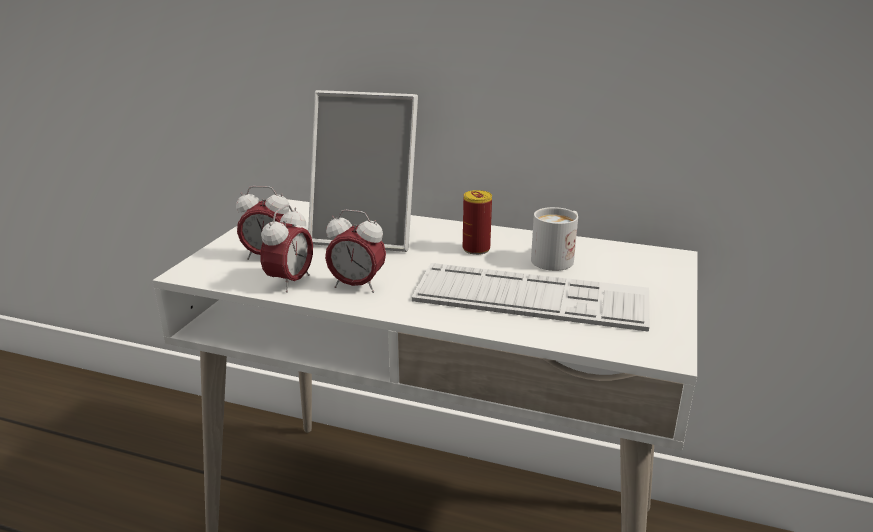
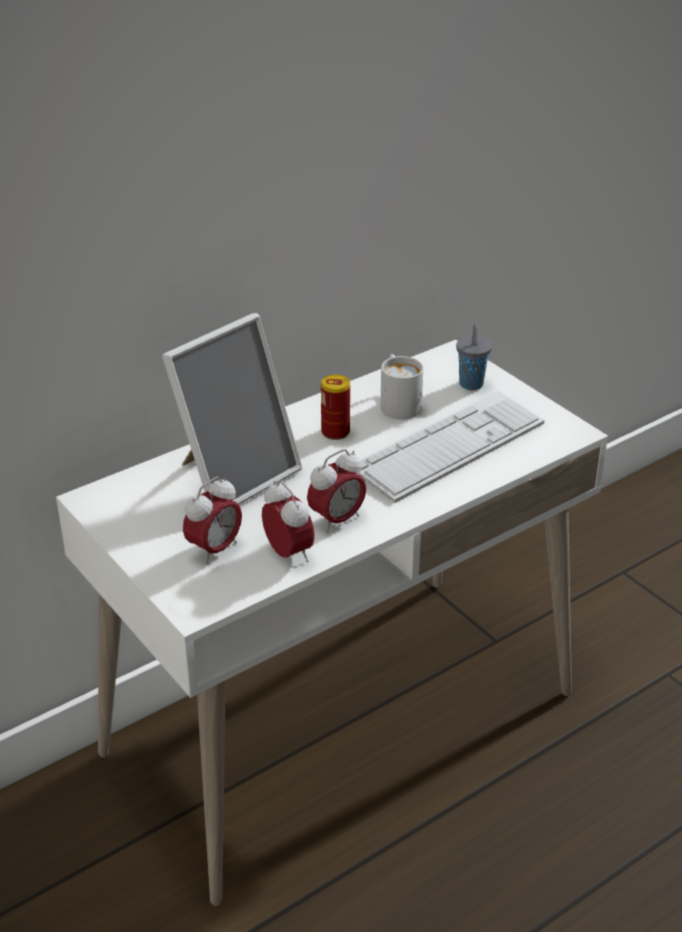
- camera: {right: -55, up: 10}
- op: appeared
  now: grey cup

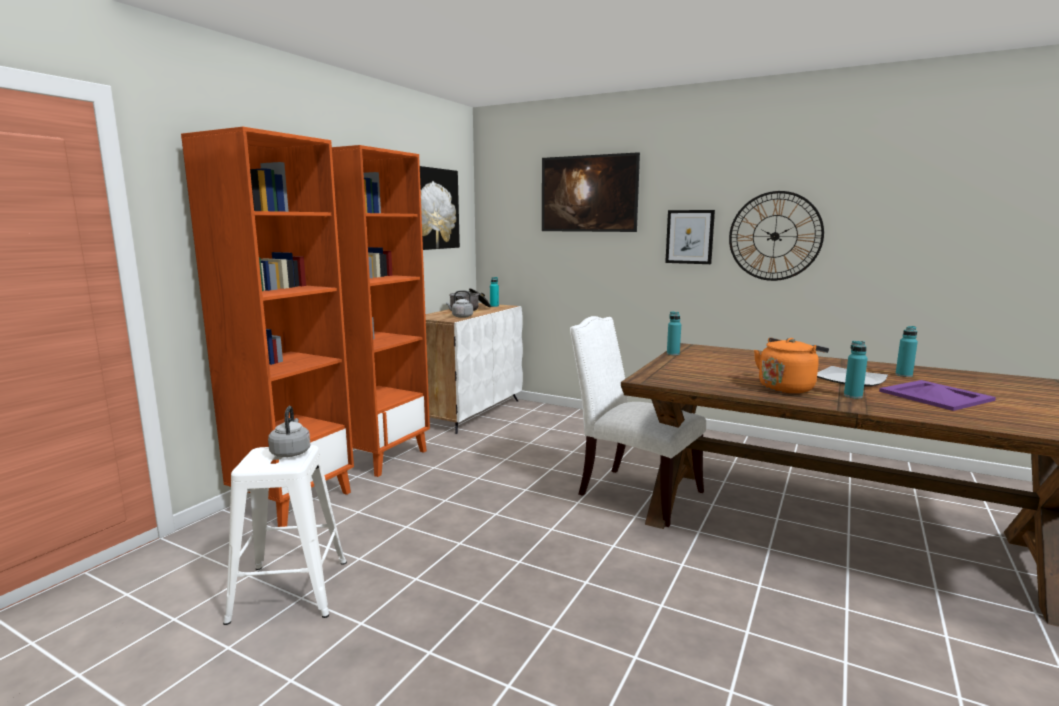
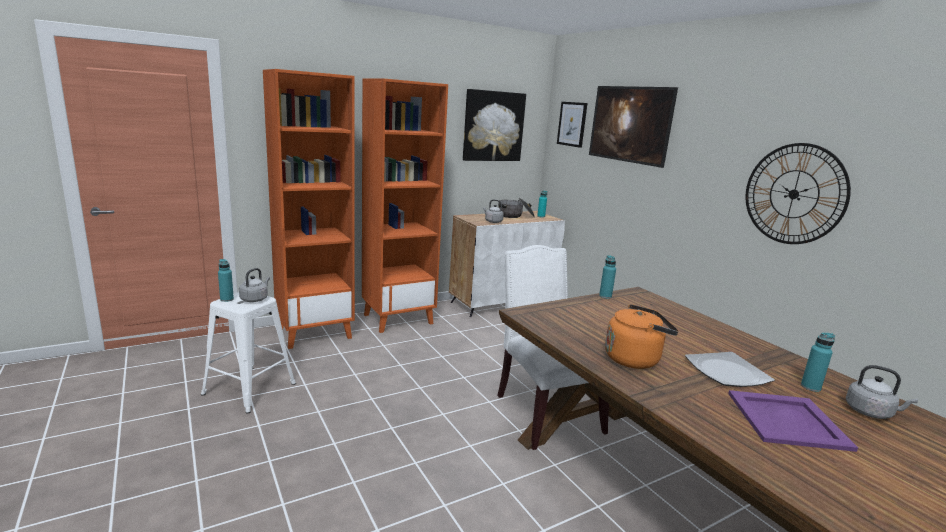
- camera: {right: 30, up: 5}
- op: relocated
  was: turquoise bottle (no. 3 from left in the first image)
  now: turquoise bottle (no. 1 from left)
- op: relocated
  was: picture (no. 3 from left in the first image)
  now: picture (no. 2 from left)
- op: appeared
  now: grey kettle (no. 3 from left)

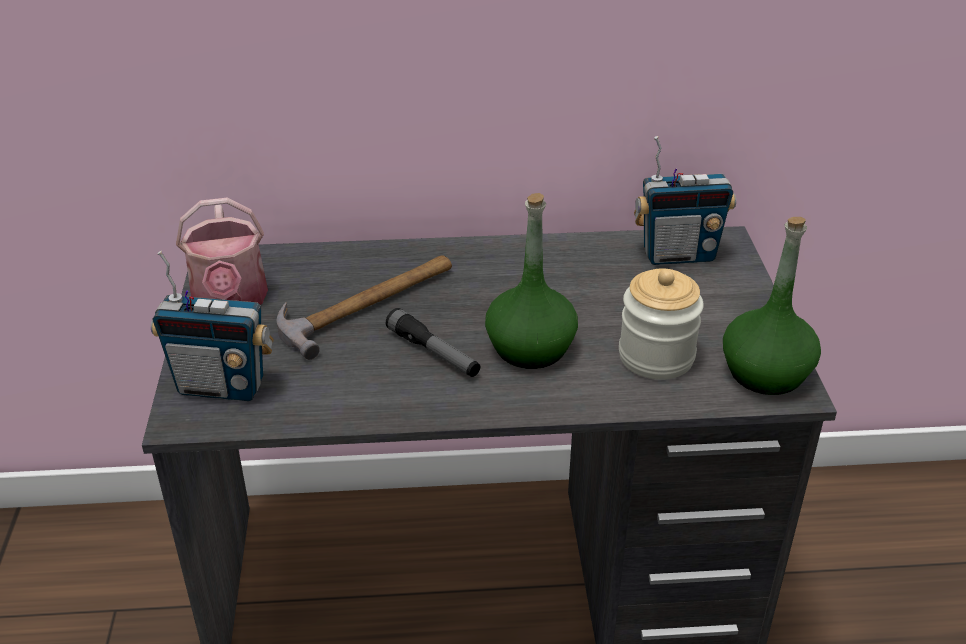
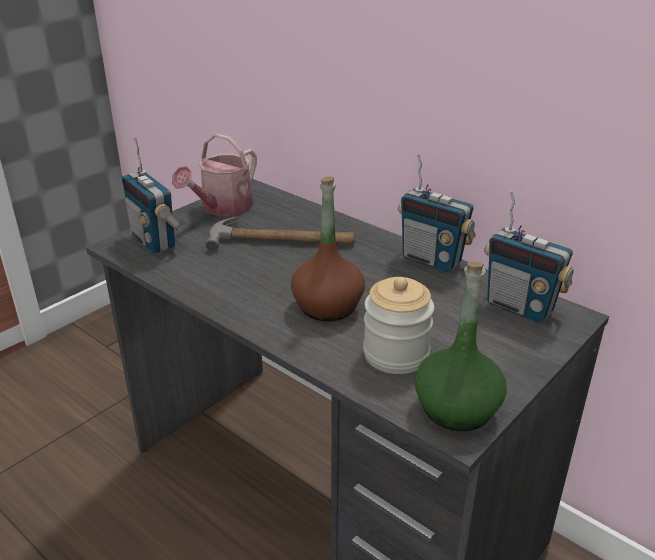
- camera: {right: 45, up: -5}
- op: colour
  was: green bottle (no. 1 from left)
  now: brown bottle
- op: appeared
  now: radio (no. 2 from left)
- op: missing
  was: flashlight

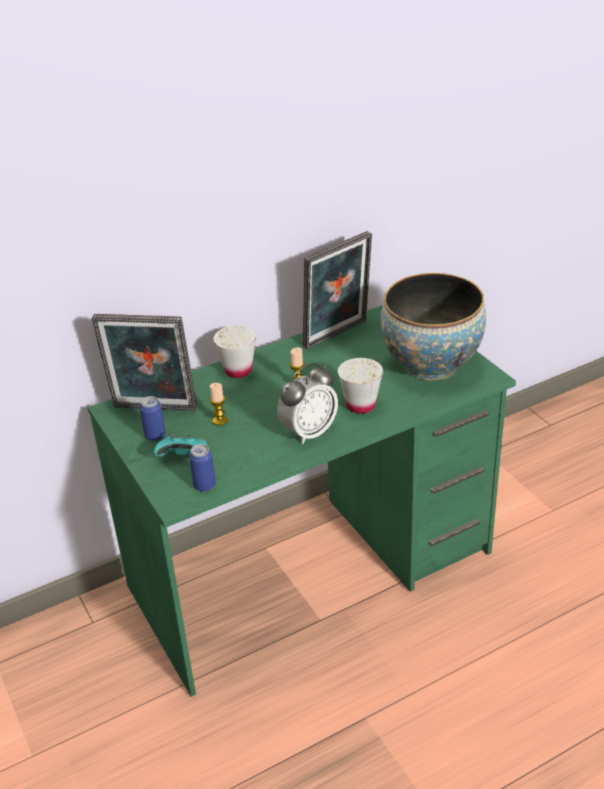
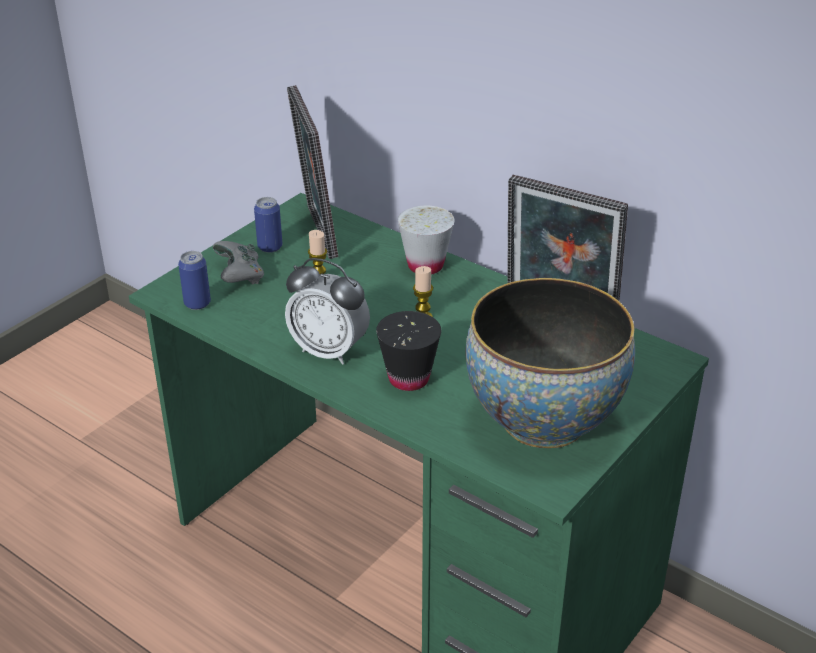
- camera: {right: 65, up: 0}
- op: colour
  was: turquoise game controller
  now: grey game controller
- op: colour
  was: white cup (no. 2 from left)
  now: black cup

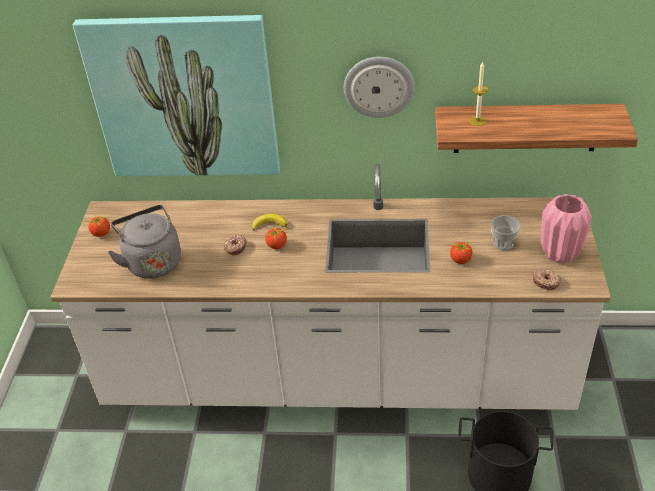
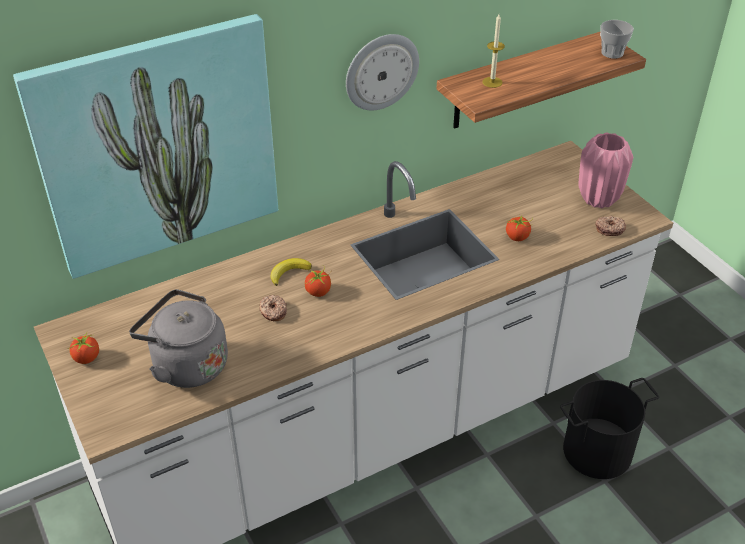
- camera: {right: -35, up: 0}
- op: relocated
  was: cup

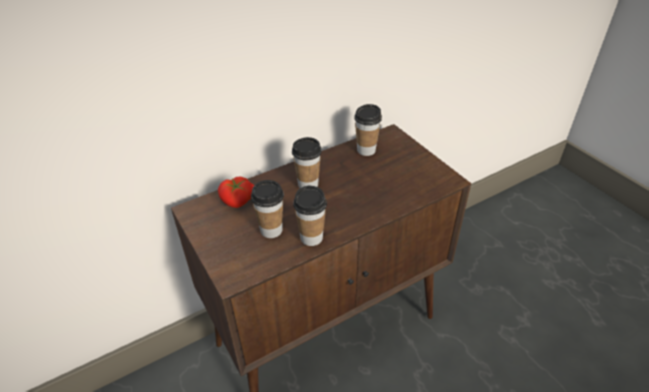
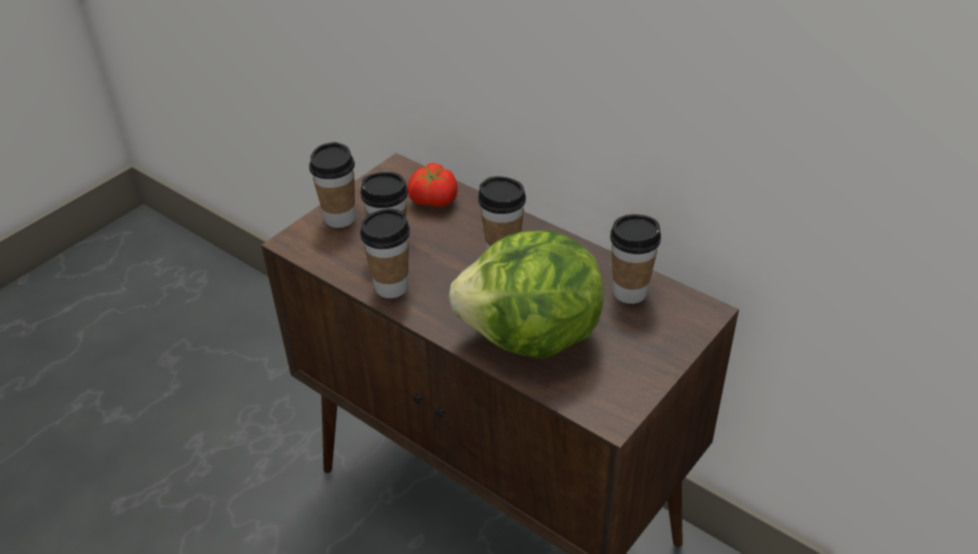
- camera: {right: 70, up: 0}
- op: appeared
  now: cup (no. 1 from left)
- op: appeared
  now: lettuce

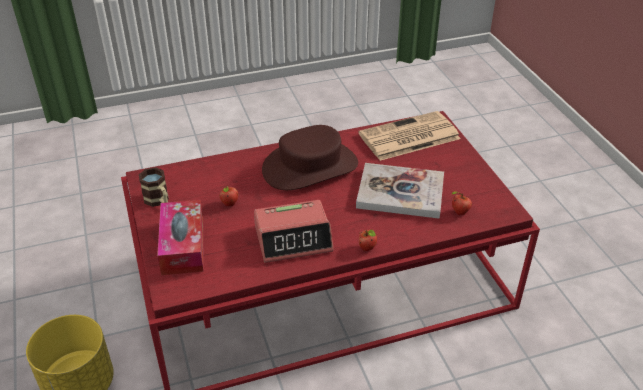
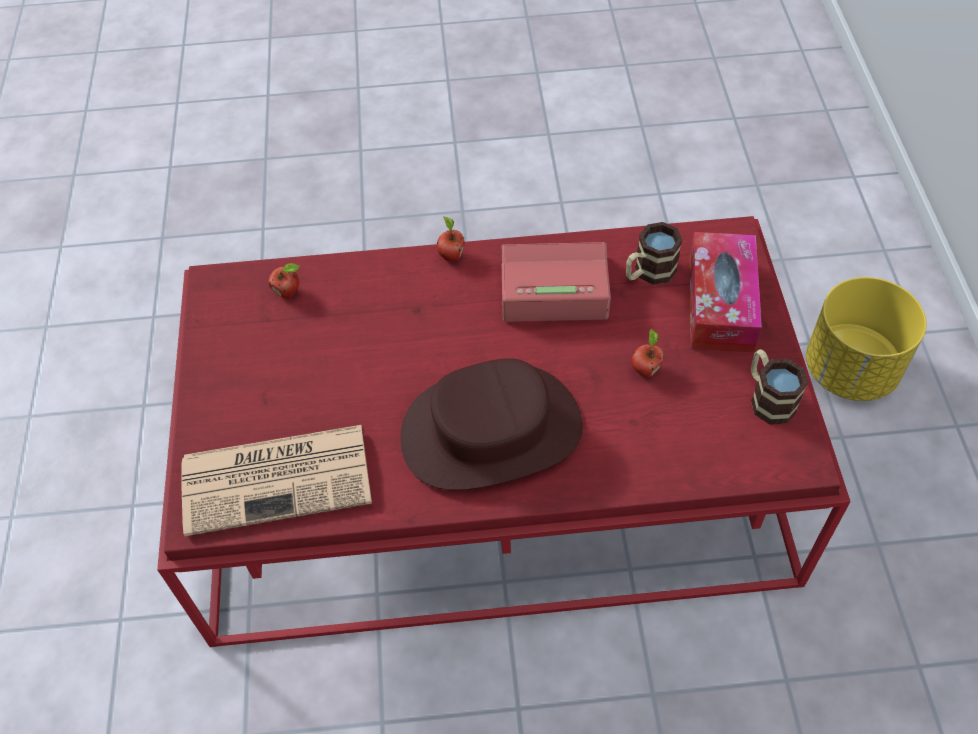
- camera: {right: -165, up: 15}
- op: appeared
  now: mug (no. 1 from left)
- op: missing
  was: book

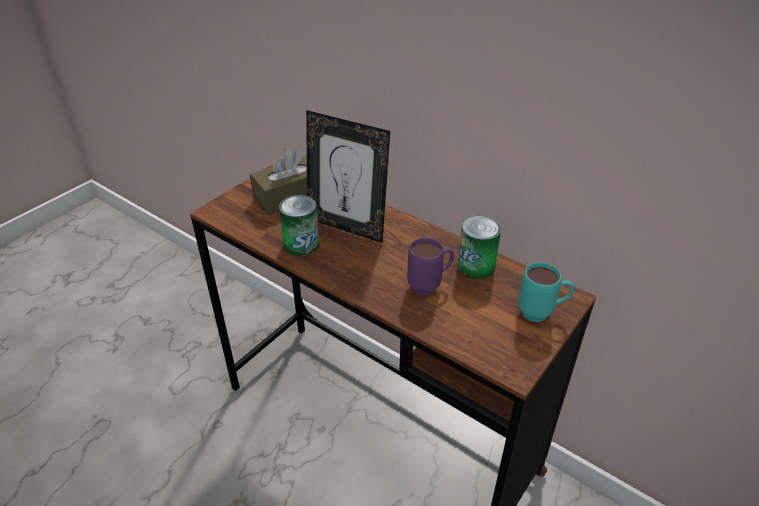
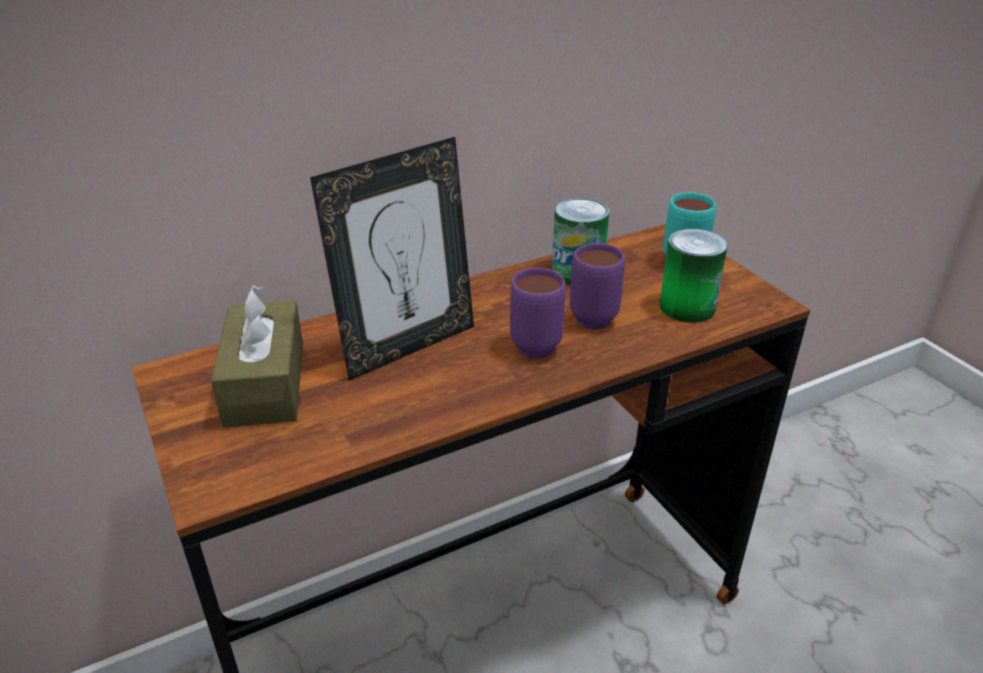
- camera: {right: -65, up: -5}
- op: appeared
  now: purple mug (no. 1 from left)
- op: relocated
  was: can (no. 1 from left in the first image)
  now: can (no. 2 from left)

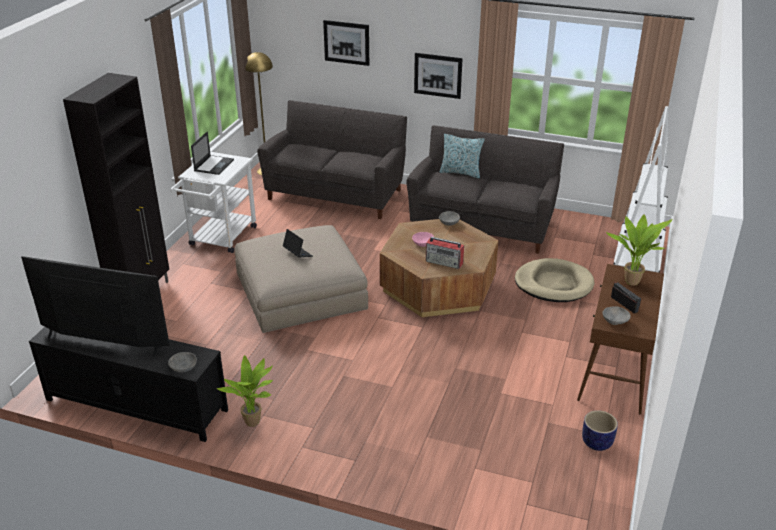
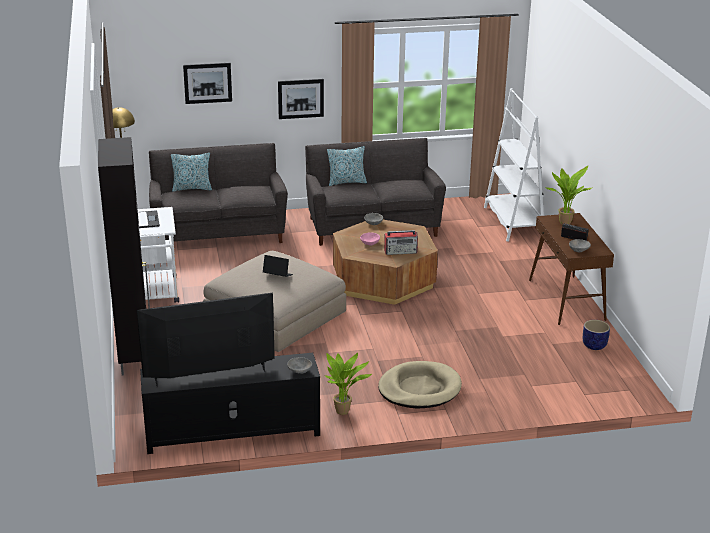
- camera: {right: -30, up: -5}
- op: appeared
  now: pillow (no. 1 from left)
- op: relocated
  was: beige dog bed

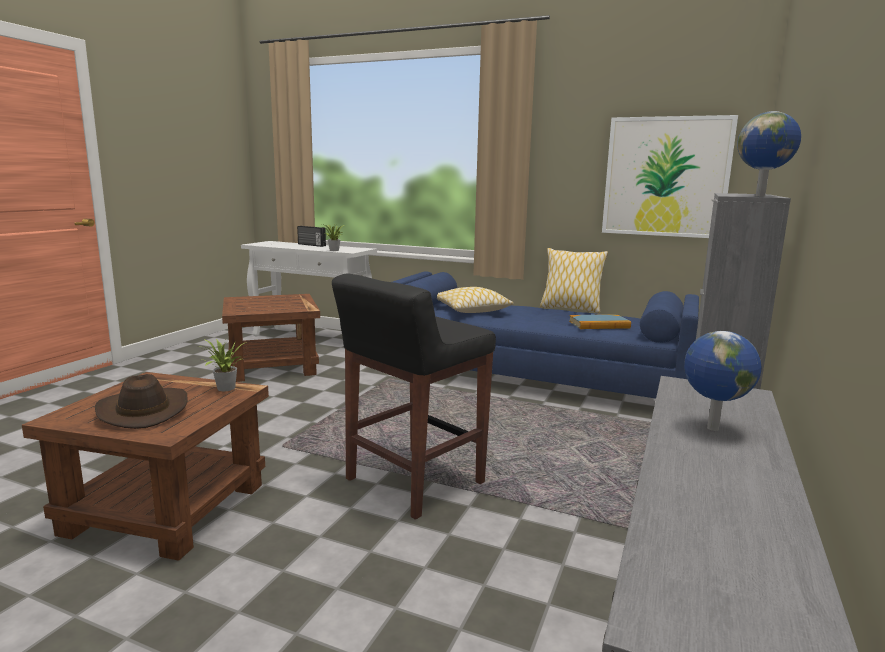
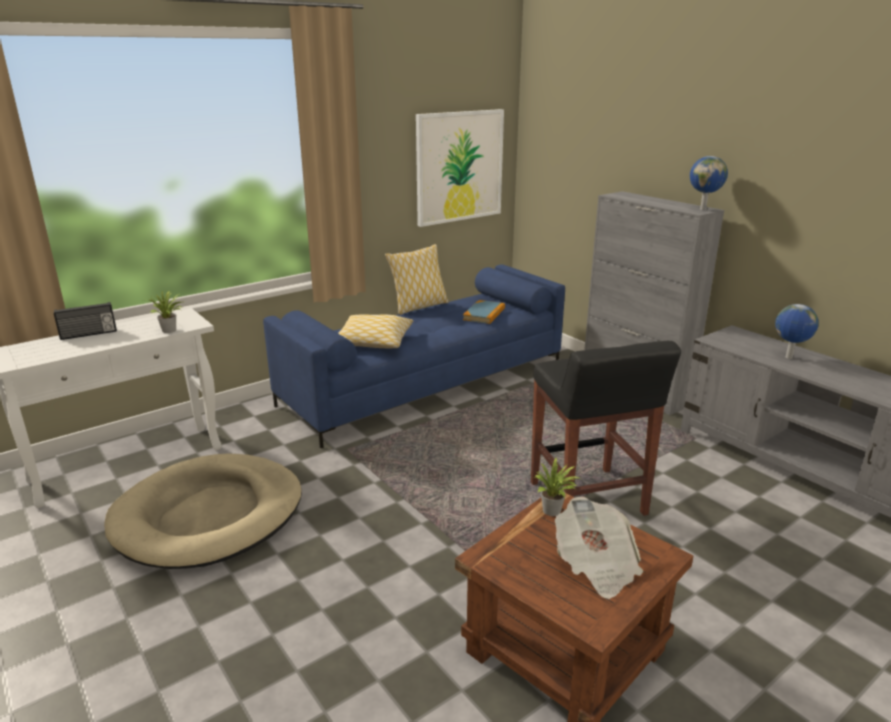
- camera: {right: -60, up: 10}
- op: exchanged
  was: brown side table (no. 2 from left)
  now: beige dog bed
- op: exchanged
  was: brown hat
  now: newspaper

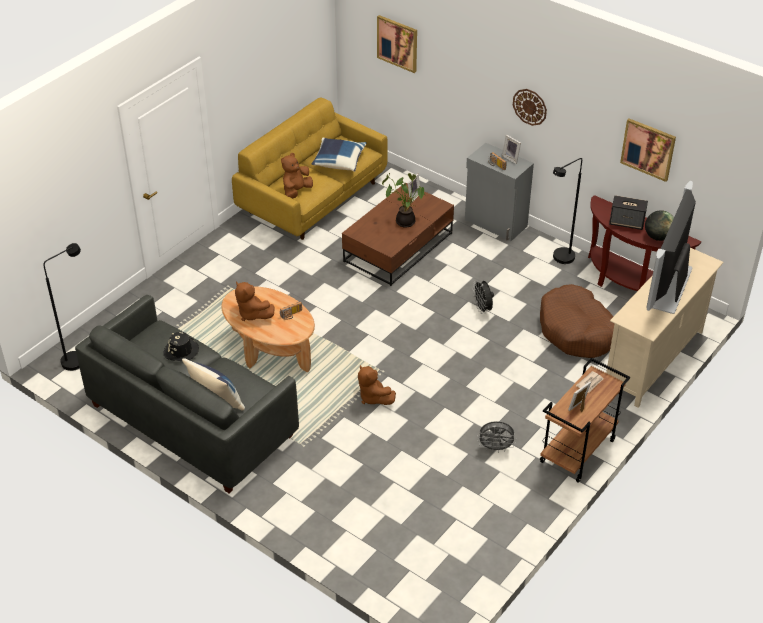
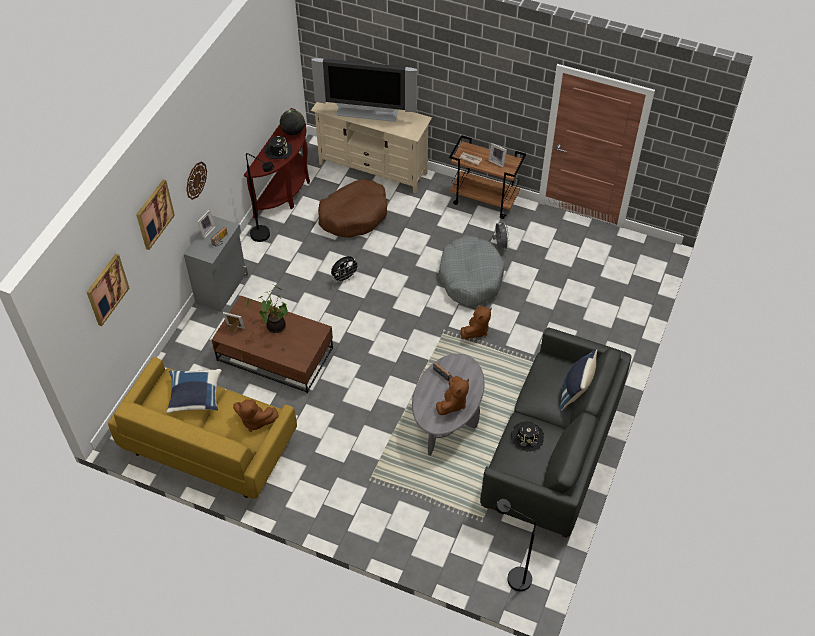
- camera: {right: -105, up: 10}
- op: relocated
  was: picture (no. 2 from left)
- op: exchanged
  was: speaker
  now: black hat (no. 1 from left)
- op: colour
  was: brown coffee table (no. 1 from left)
  now: grey coffee table
- op: appeared
  now: grey dog bed

